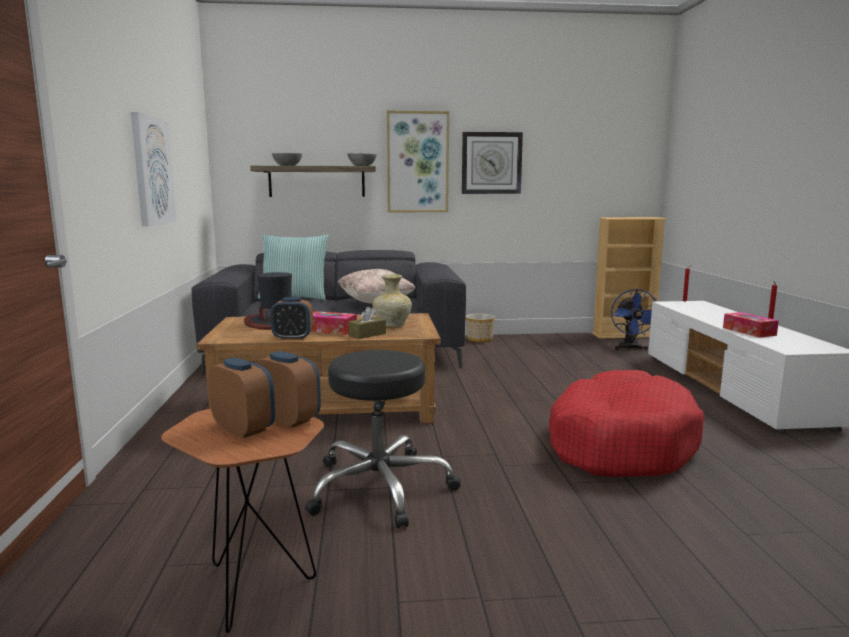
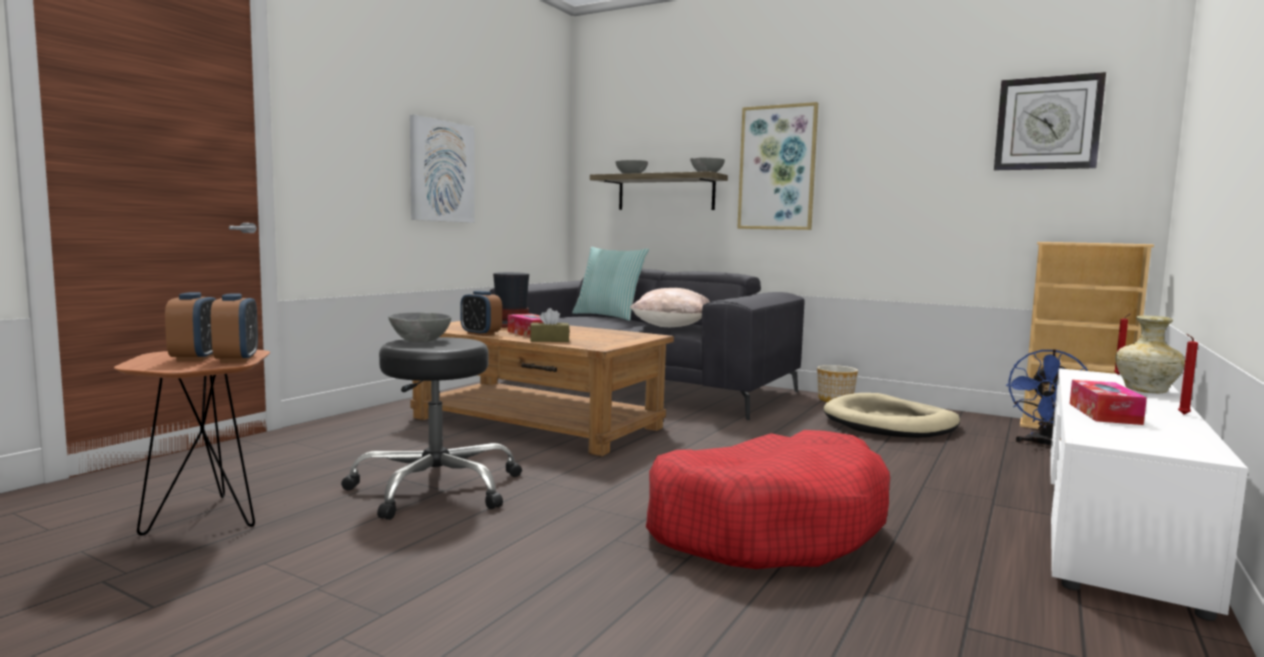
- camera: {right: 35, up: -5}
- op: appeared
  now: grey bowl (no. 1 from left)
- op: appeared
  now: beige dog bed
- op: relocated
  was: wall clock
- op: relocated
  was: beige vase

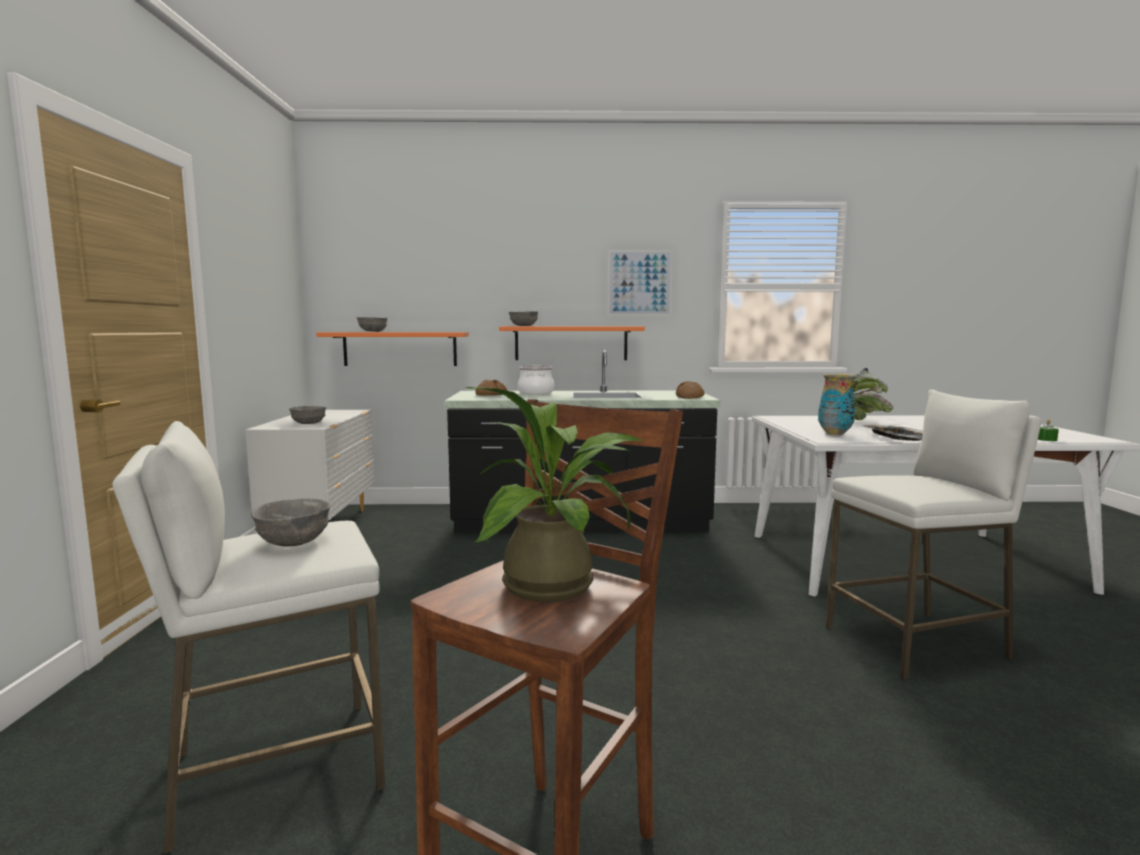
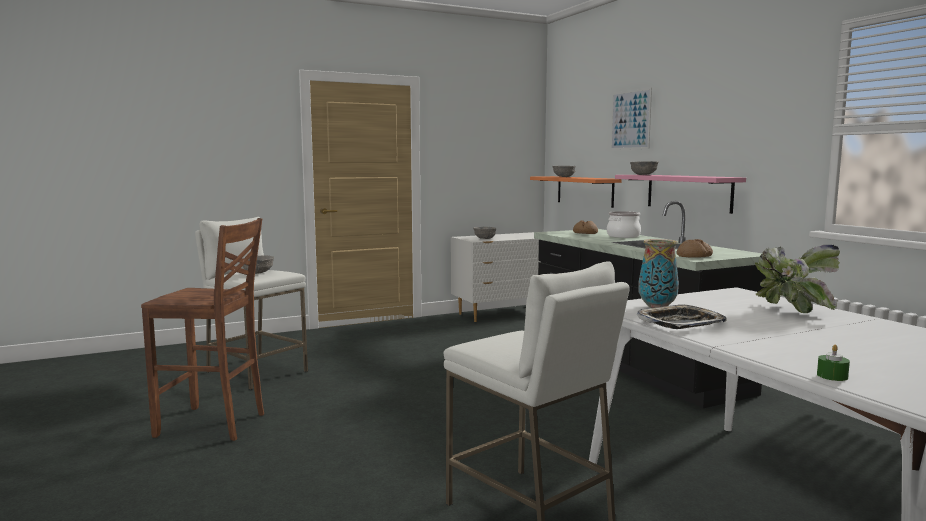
- camera: {right: 65, up: 0}
- op: relocated
  was: picture
- op: colour
  was: orange shelf (no. 2 from left)
  now: pink shelf
- op: missing
  was: potted plant (no. 1 from left)

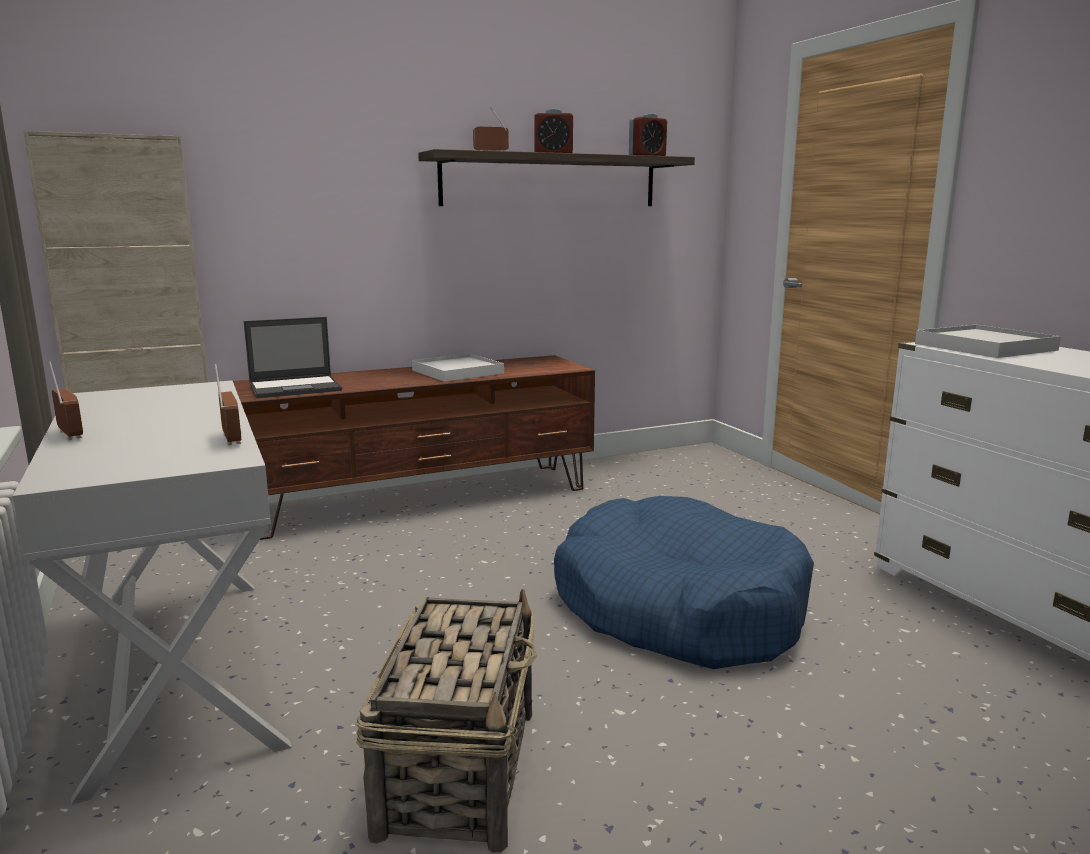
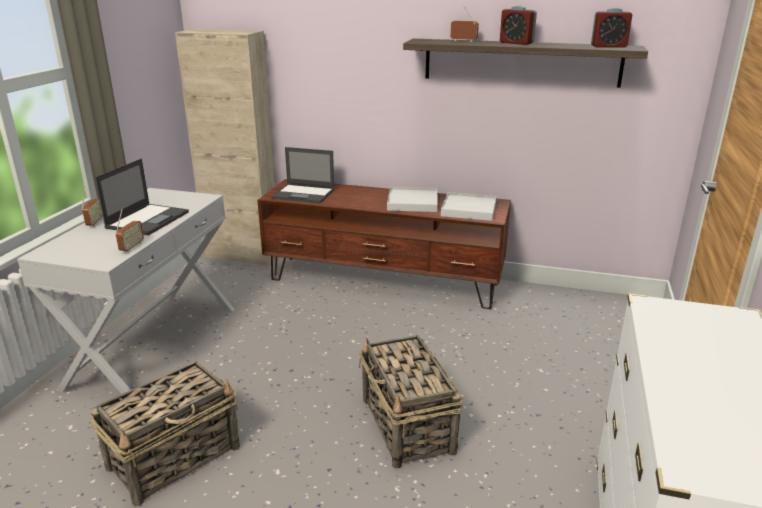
- camera: {right: 40, up: 10}
- op: appeared
  now: laptop (no. 1 from left)
- op: exchanged
  was: blue dog bed
  now: basket (no. 2 from left)
- op: relocated
  was: white tray (no. 2 from left)

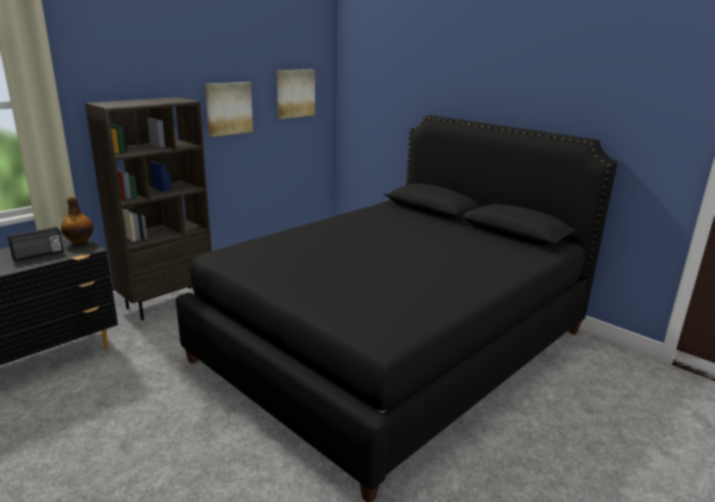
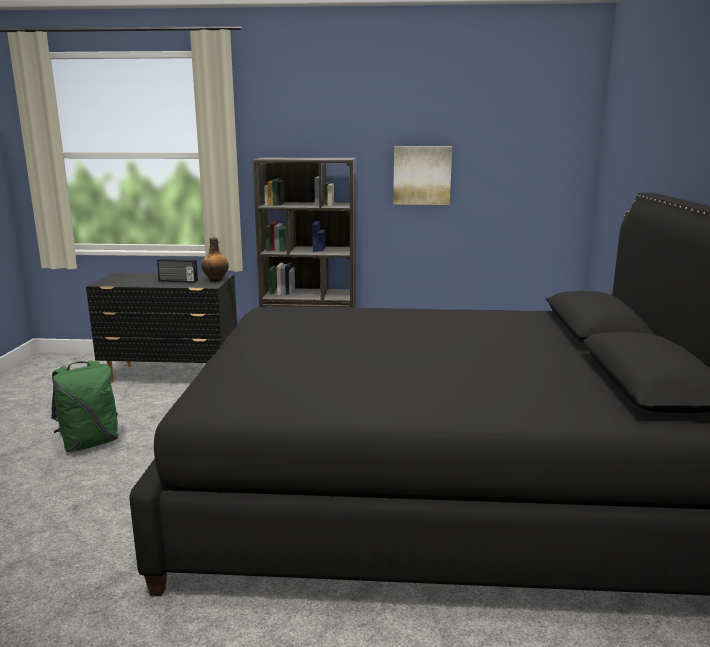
- camera: {right: 50, up: -5}
- op: appeared
  now: green backpack
- op: missing
  was: picture (no. 2 from left)

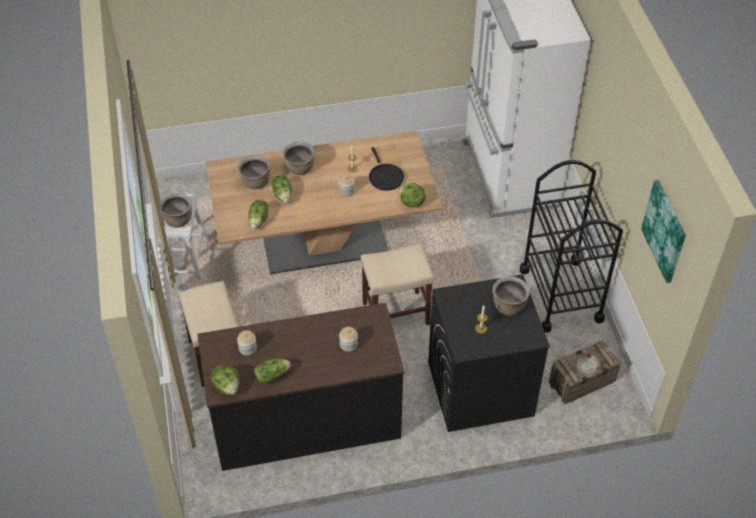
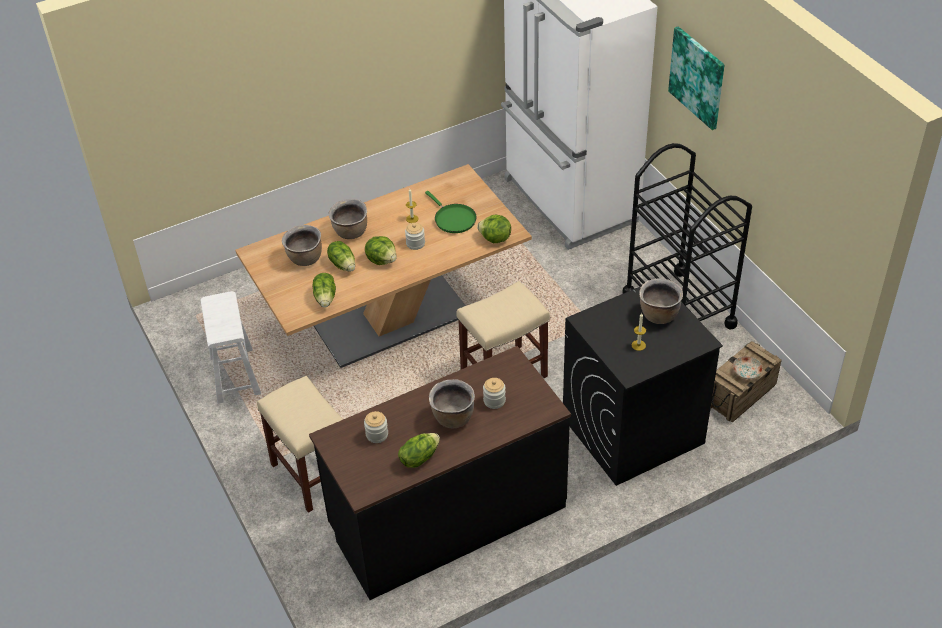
- camera: {right: -15, up: -5}
- op: relocated
  was: lettuce (no. 1 from left in the first image)
  now: lettuce (no. 3 from left)
- op: colour
  was: black frying pan
  now: green frying pan
- op: relocated
  was: brown cooking pot (no. 1 from left in the first image)
  now: brown cooking pot (no. 3 from left)
- op: relocated
  was: picture

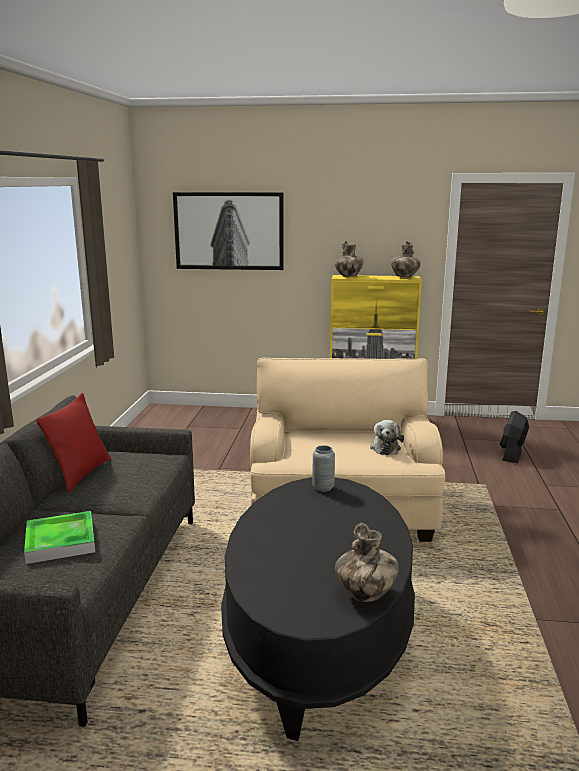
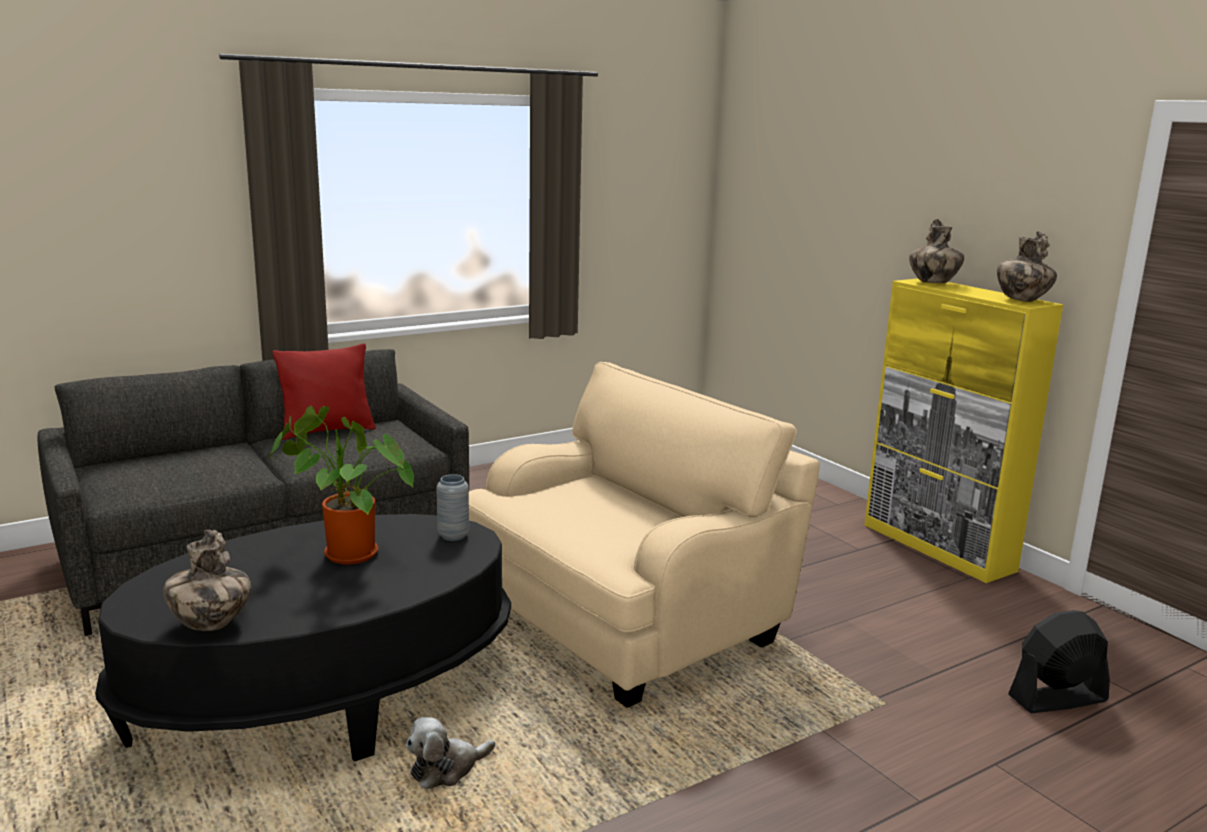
- camera: {right: 50, up: 0}
- op: appeared
  now: potted plant
- op: relocated
  was: plush toy
- op: missing
  was: tray
- op: missing
  was: picture

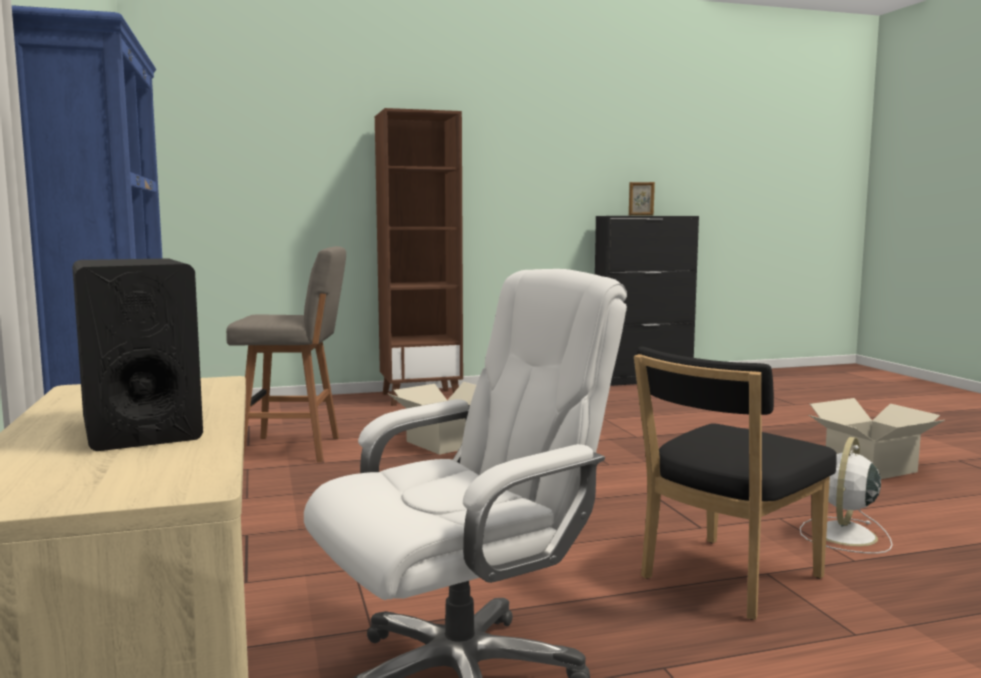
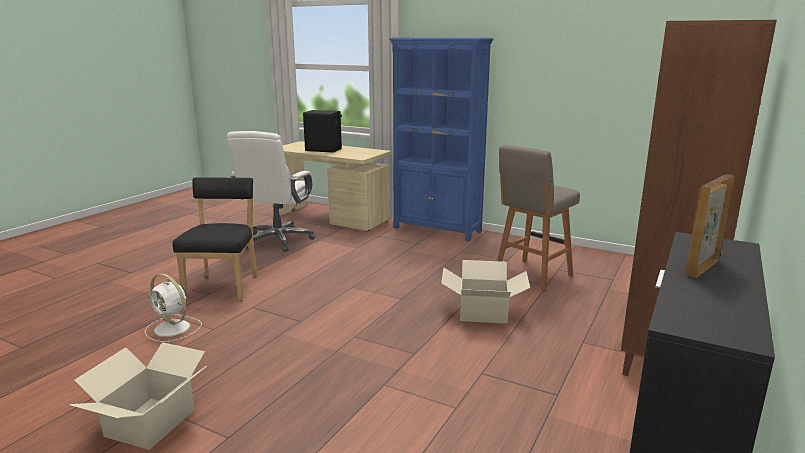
- camera: {right: 135, up: 10}
- op: spun
  was: white fan
  clockwise: 135

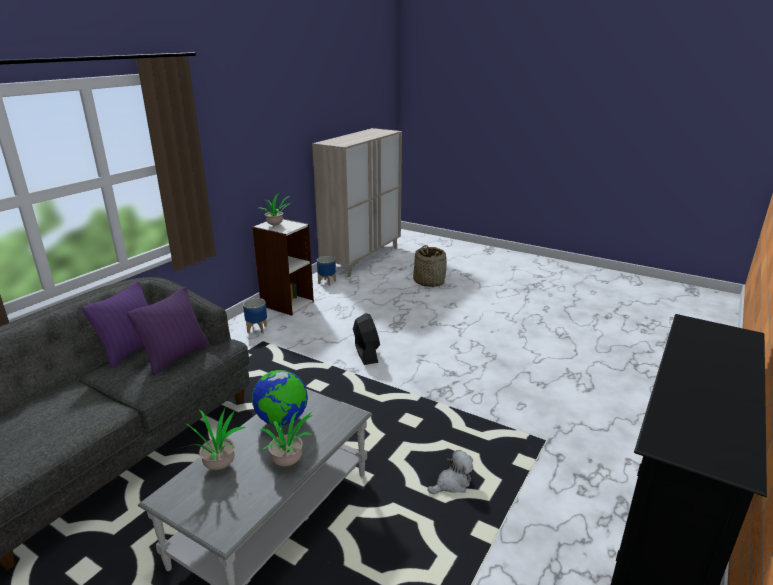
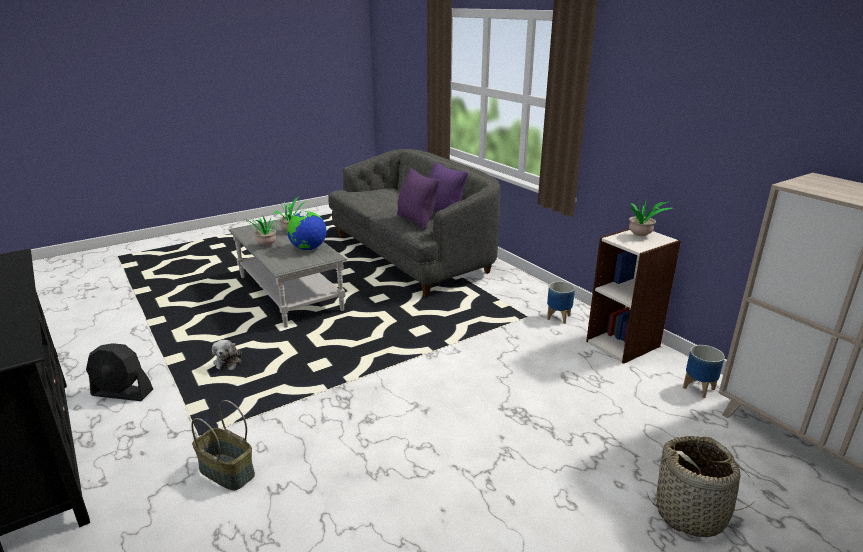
- camera: {right: 115, up: 0}
- op: relocated
  was: black fan
- op: appeared
  now: basket (no. 1 from left)

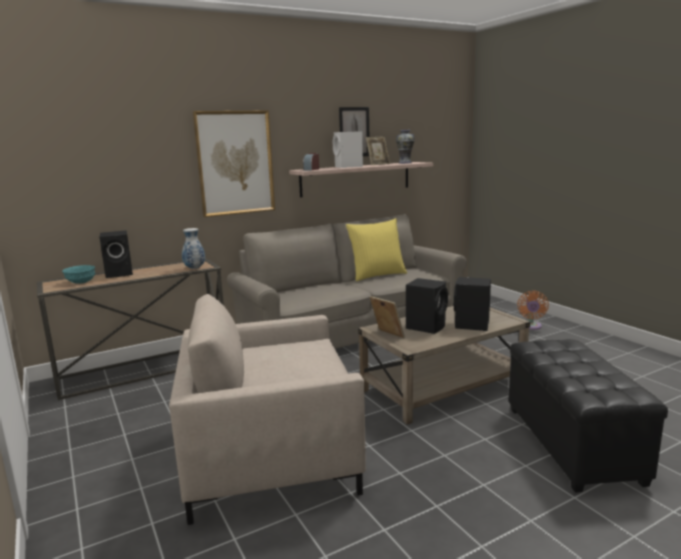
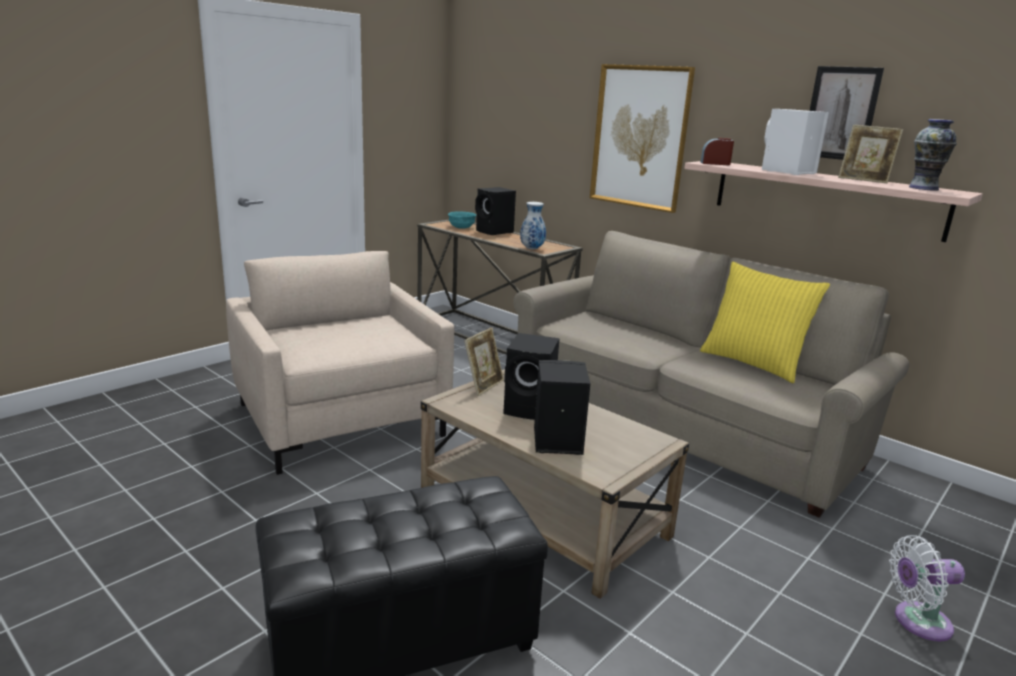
- camera: {right: 70, up: 5}
- op: colour
  was: orange fan
  now: white fan

